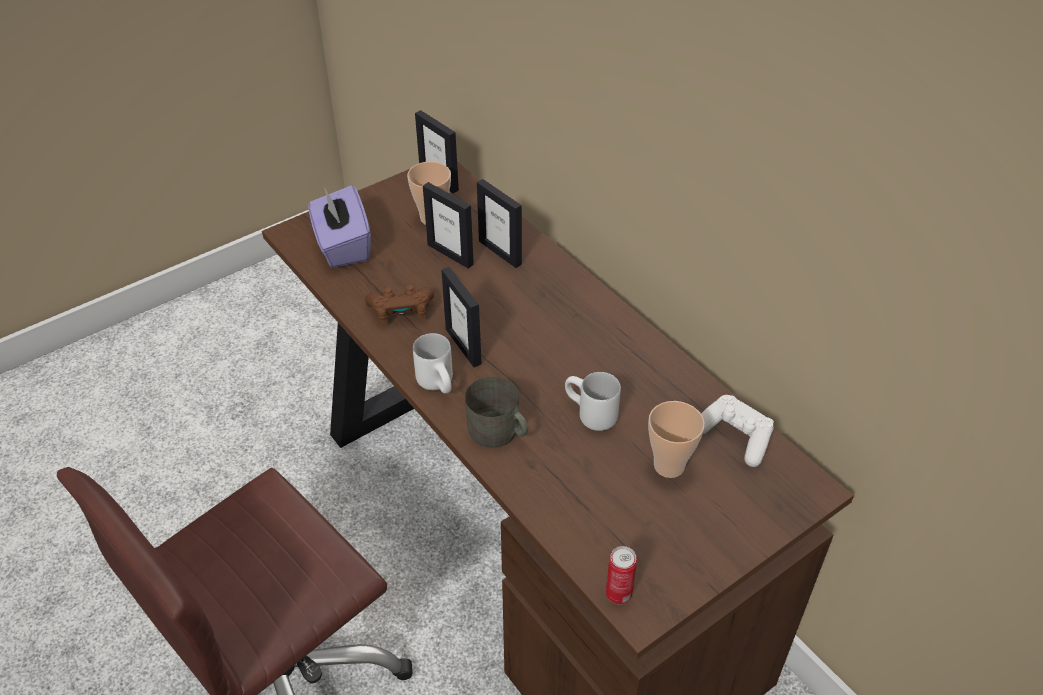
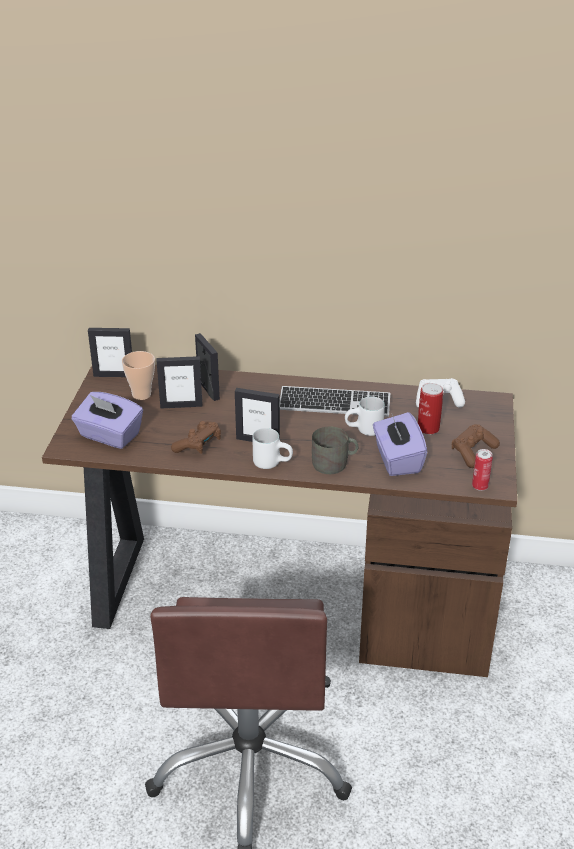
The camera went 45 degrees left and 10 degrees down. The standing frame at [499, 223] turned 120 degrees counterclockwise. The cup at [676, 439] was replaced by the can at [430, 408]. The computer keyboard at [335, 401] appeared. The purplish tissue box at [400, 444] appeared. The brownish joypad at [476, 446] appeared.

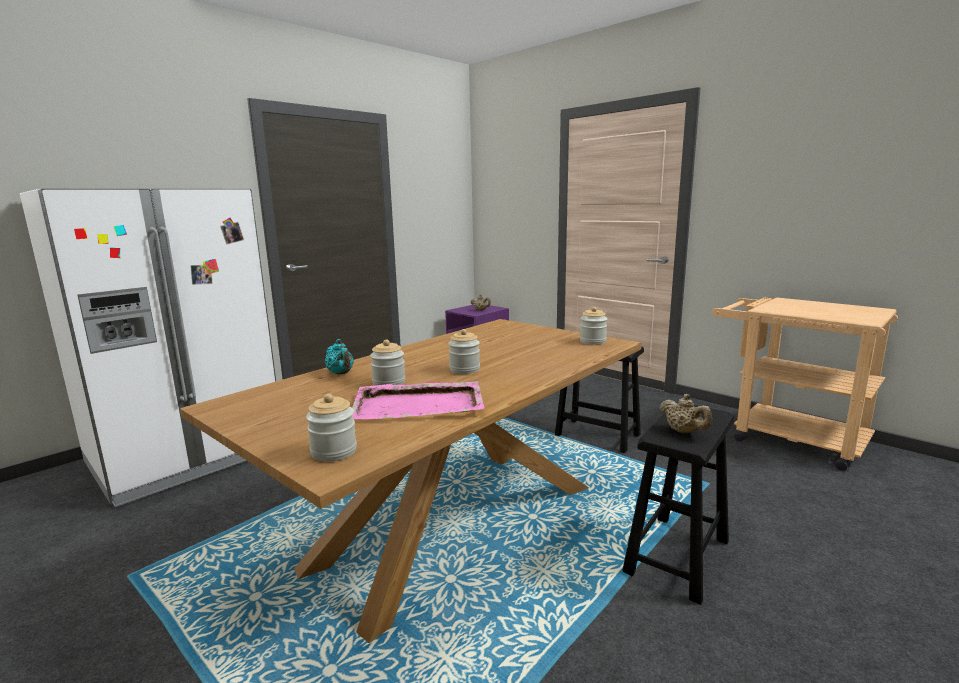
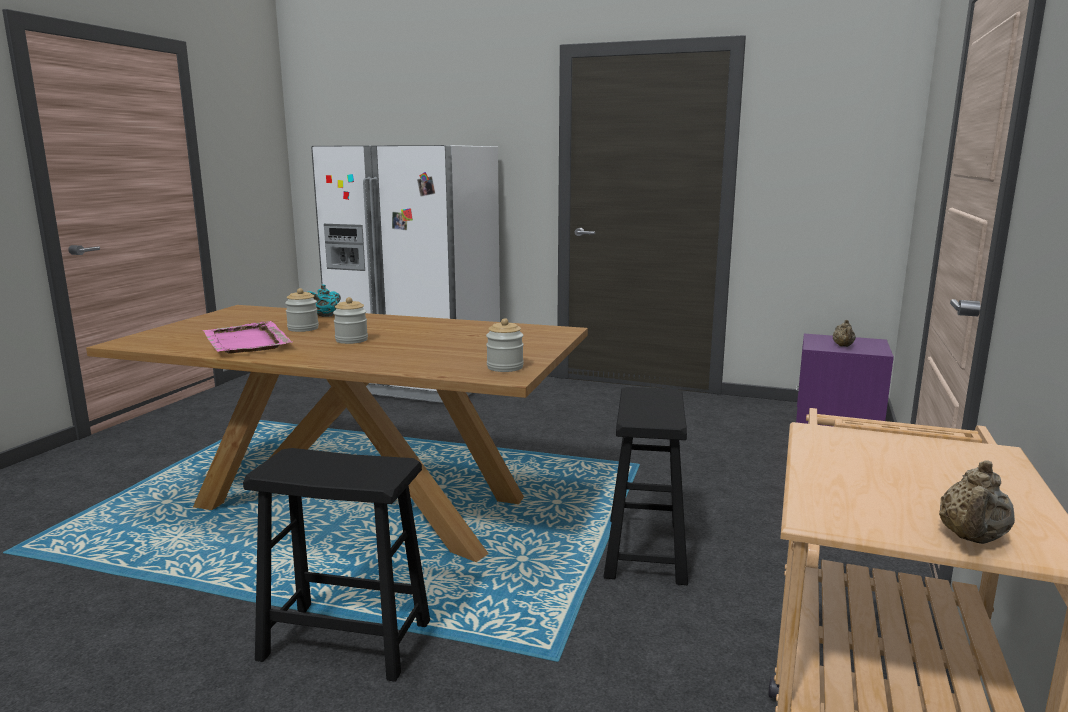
The camera went 65 degrees right and 0 degrees up. The preserve jar at [331, 428] disappeared. The beige-coloured tea pot moved from [686, 414] to [977, 502].

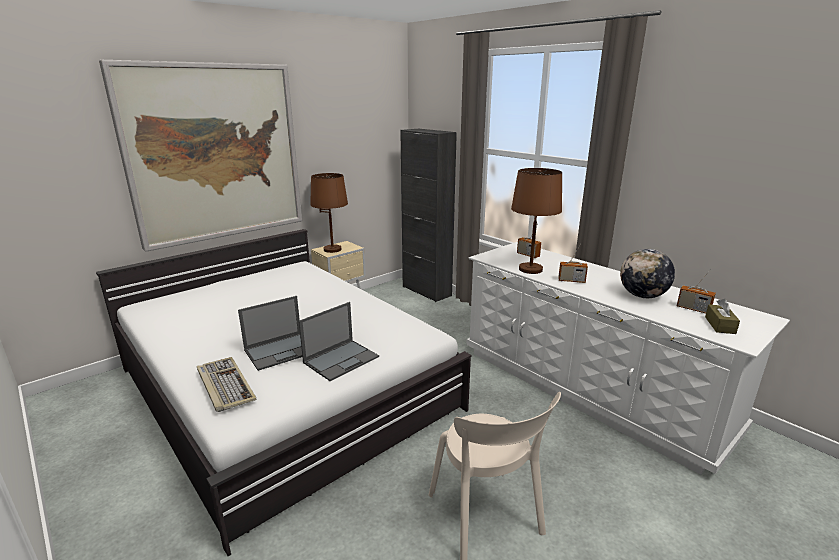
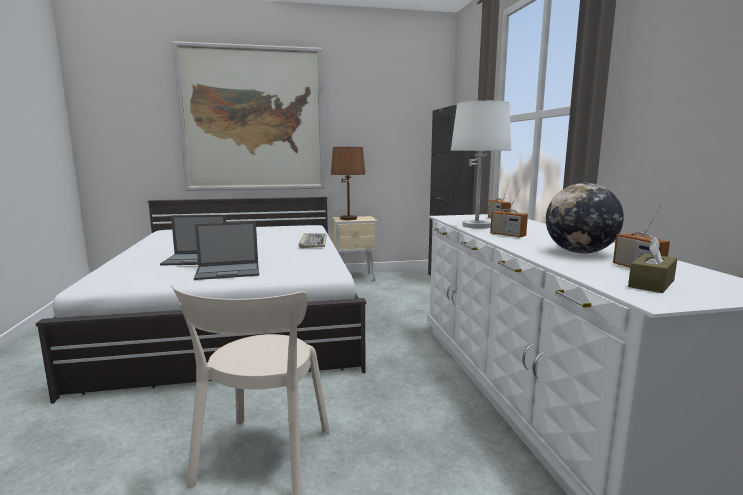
The camera went 30 degrees right and 10 degrees down. The brownish tabletop lamp at [536, 221] became the white-coloured tabletop lamp at [481, 165]. The computer keyboard moved from [227, 384] to [313, 240].

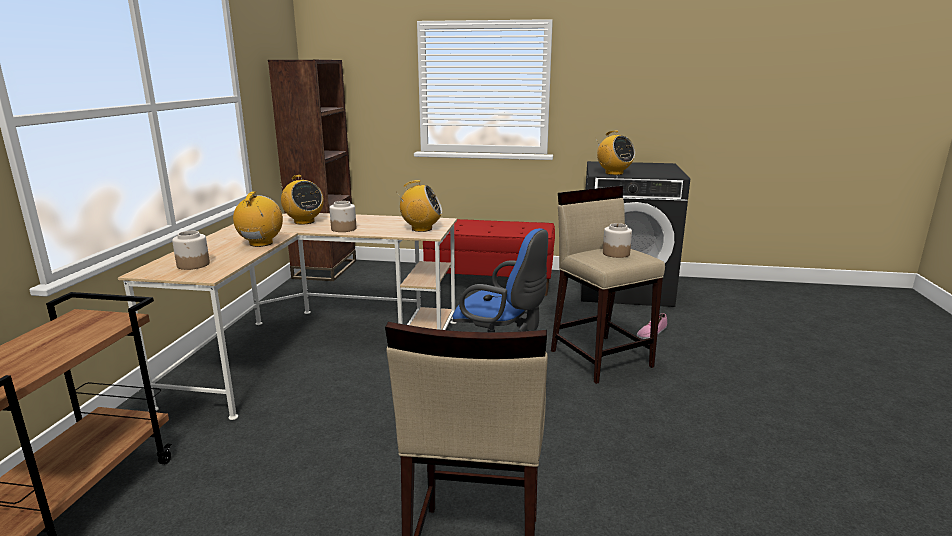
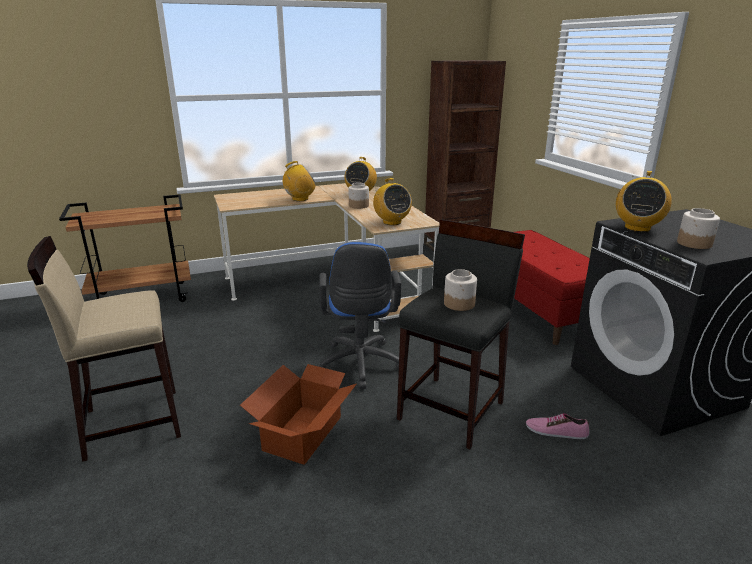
The camera went 60 degrees right and 5 degrees up. The beige-coloured stool seat at [608, 285] became the black-coloured stool seat at [461, 334]. The preserve jar moved from [191, 250] to [698, 228]. The carton at [298, 414] appeared.

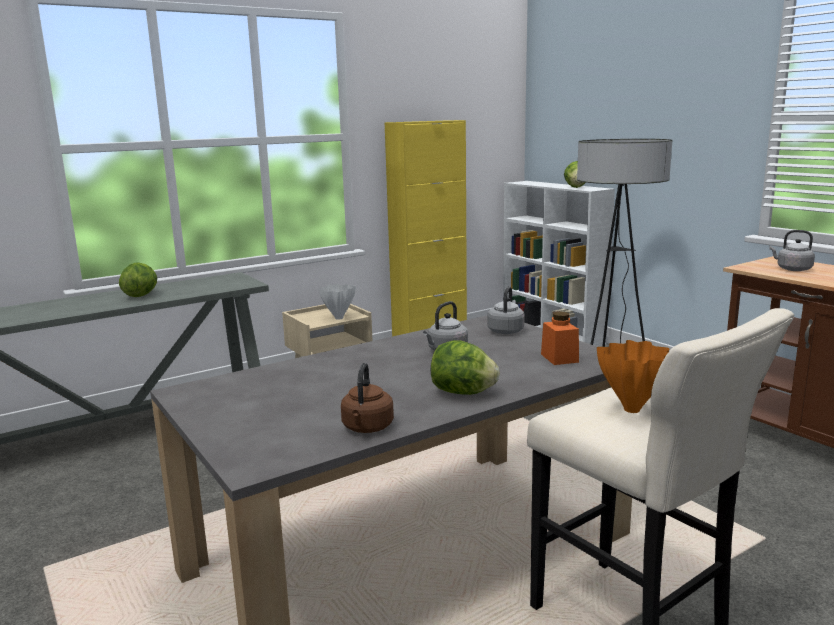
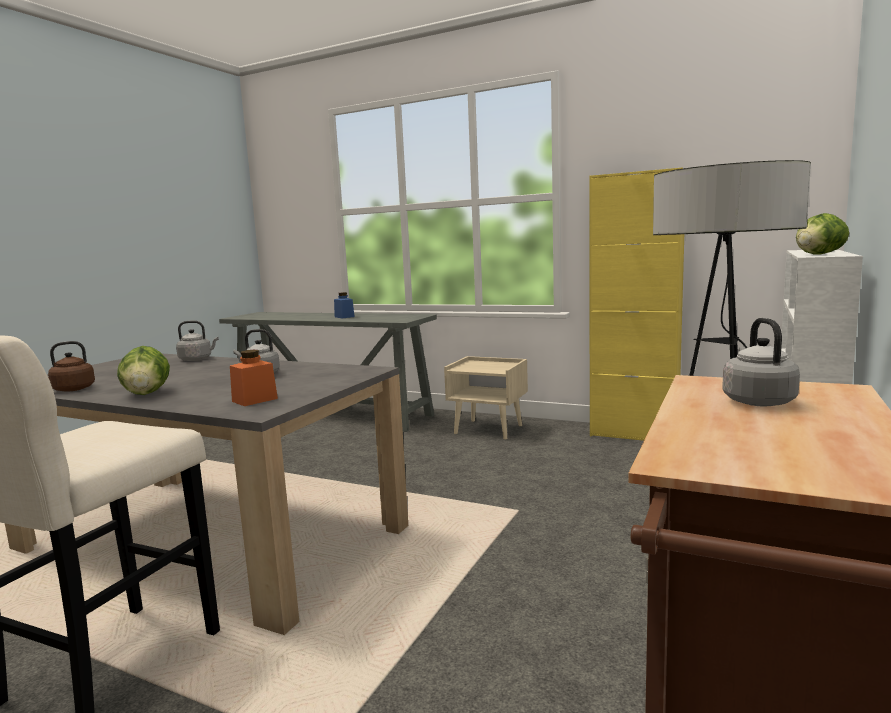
The camera went 60 degrees right and 5 degrees down. The head of lettuce at [138, 279] was replaced by the blue preserve jar at [344, 305]. The white-coloured decorative vase at [337, 302] disappeared. The gray tea kettle moved from [506, 310] to [197, 341]. The orange-coloured decorative vase at [633, 376] disappeared.

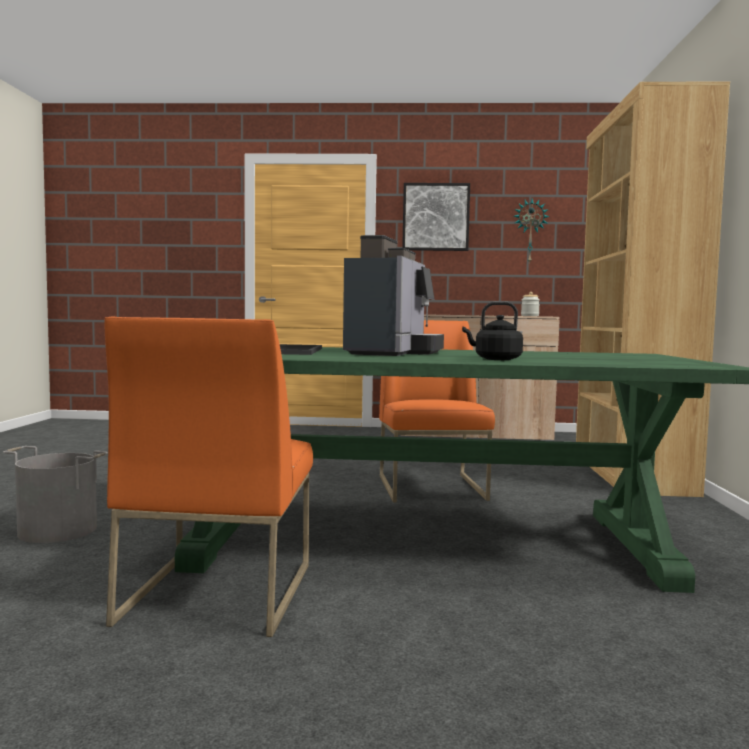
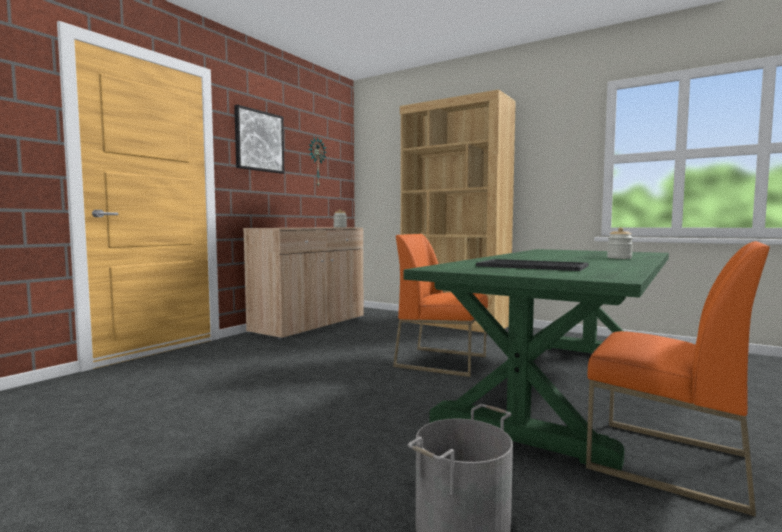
The camera went 60 degrees left and 0 degrees up. The coffee machine at [393, 295] disappeared. The black-coloured tea kettle at [492, 330] was replaced by the preserve jar at [620, 243].

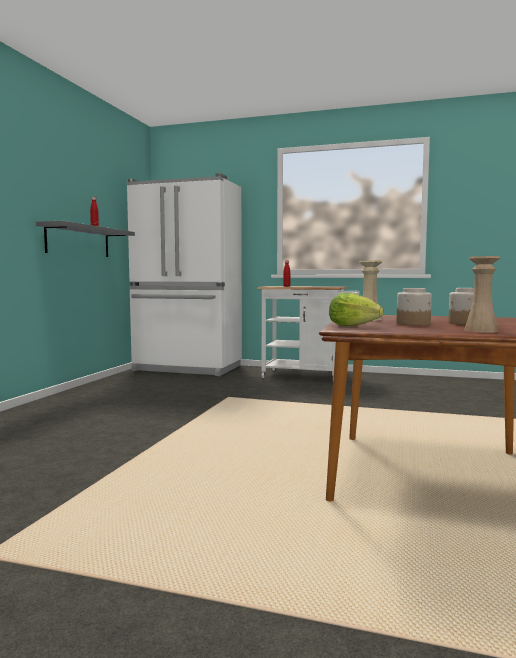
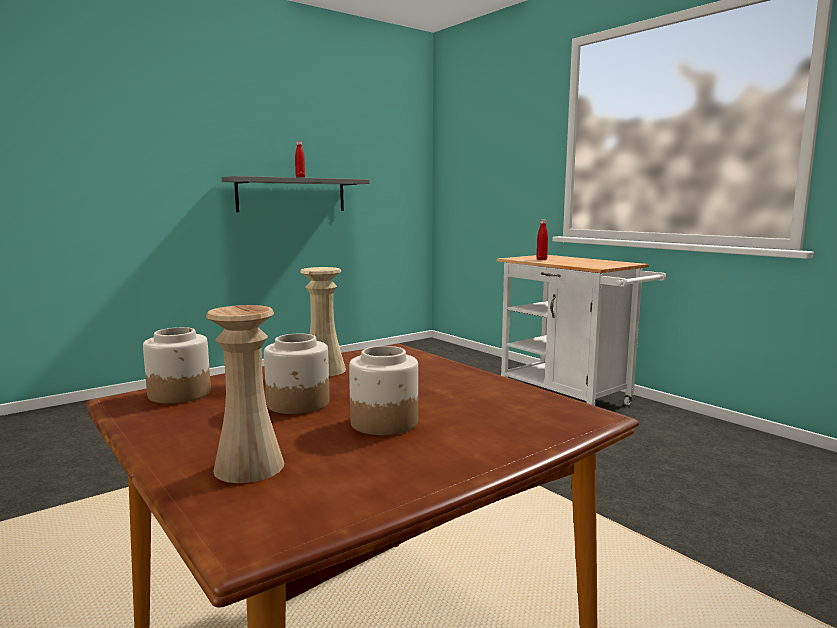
The camera went 35 degrees right and 5 degrees up. The white-coloured fridge at [184, 274] disappeared. The head of lettuce at [356, 309] was replaced by the preserve jar at [177, 365].

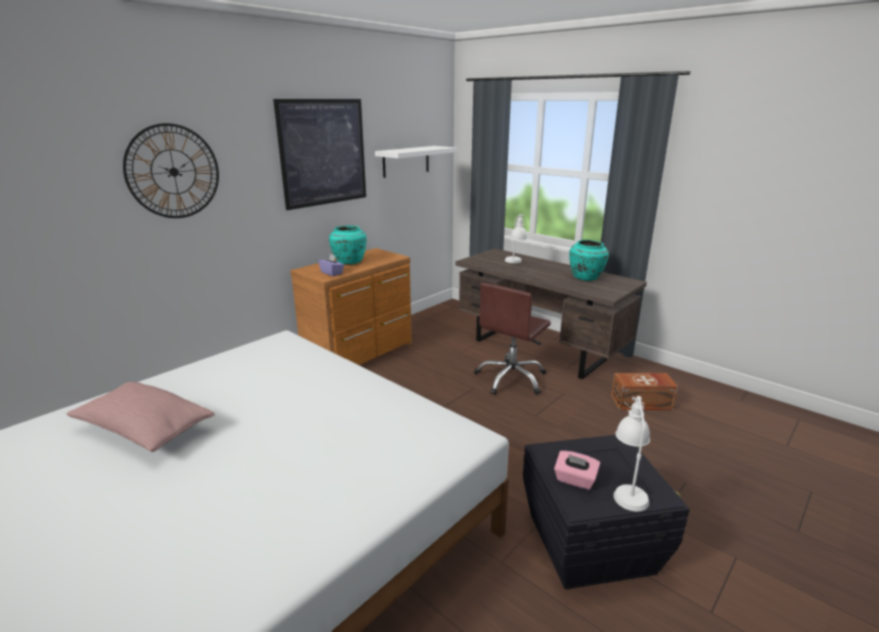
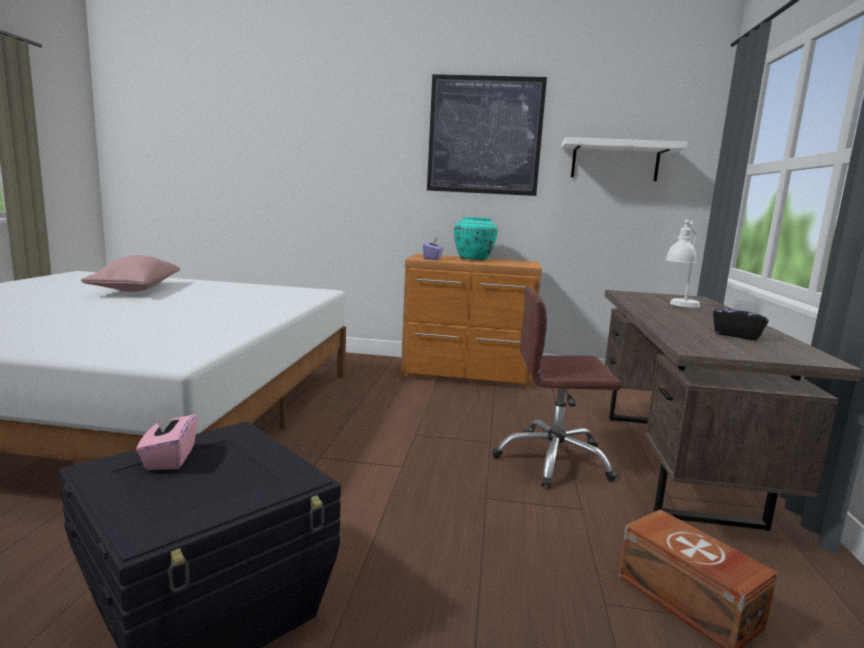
The camera went 55 degrees right and 10 degrees down. The wall clock at [171, 170] disappeared. The turquoise decorative vase at [589, 260] was replaced by the black-coloured tissue box at [741, 319]. The white-coloured tabletop lamp at [631, 453] disappeared.

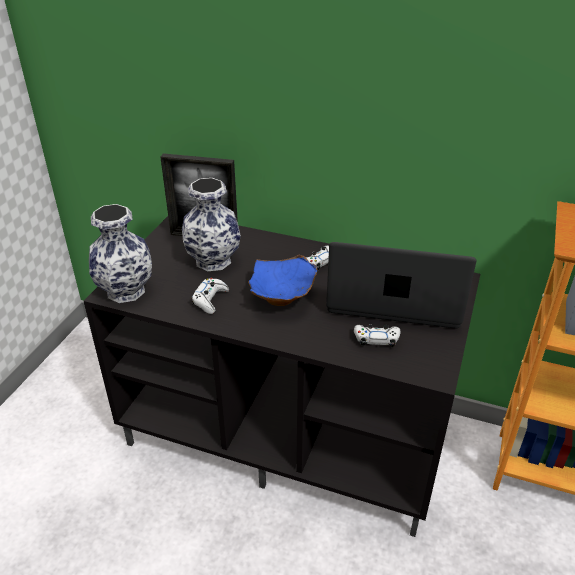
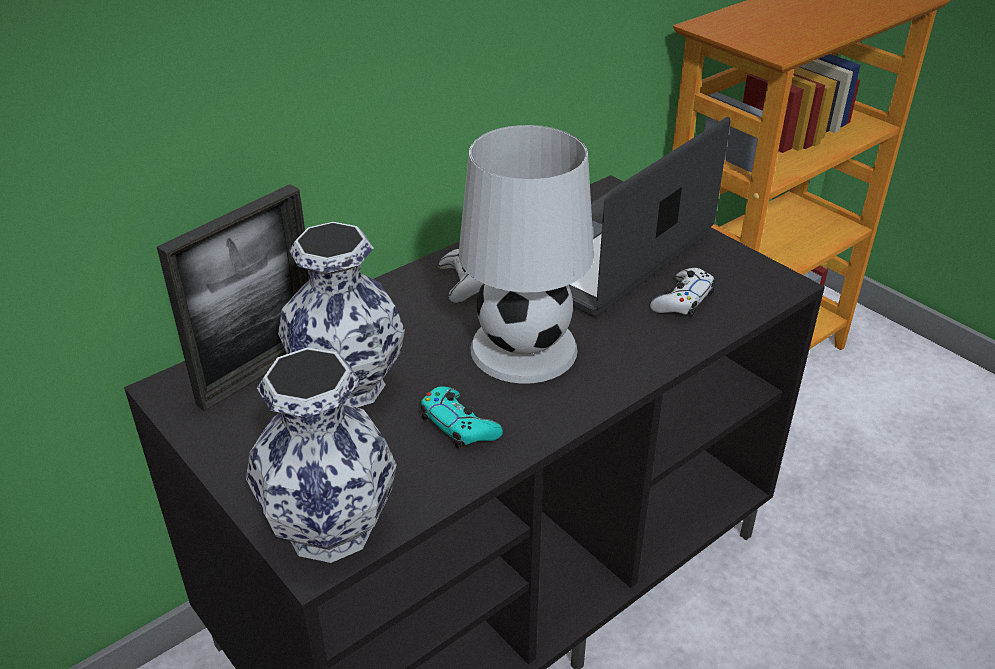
The camera went 60 degrees left and 0 degrees up. The blue bowl at [282, 280] was replaced by the white-coloured tabletop lamp at [526, 254]. The white-coloured joypad at [210, 296] became the turquoise joypad at [462, 417].

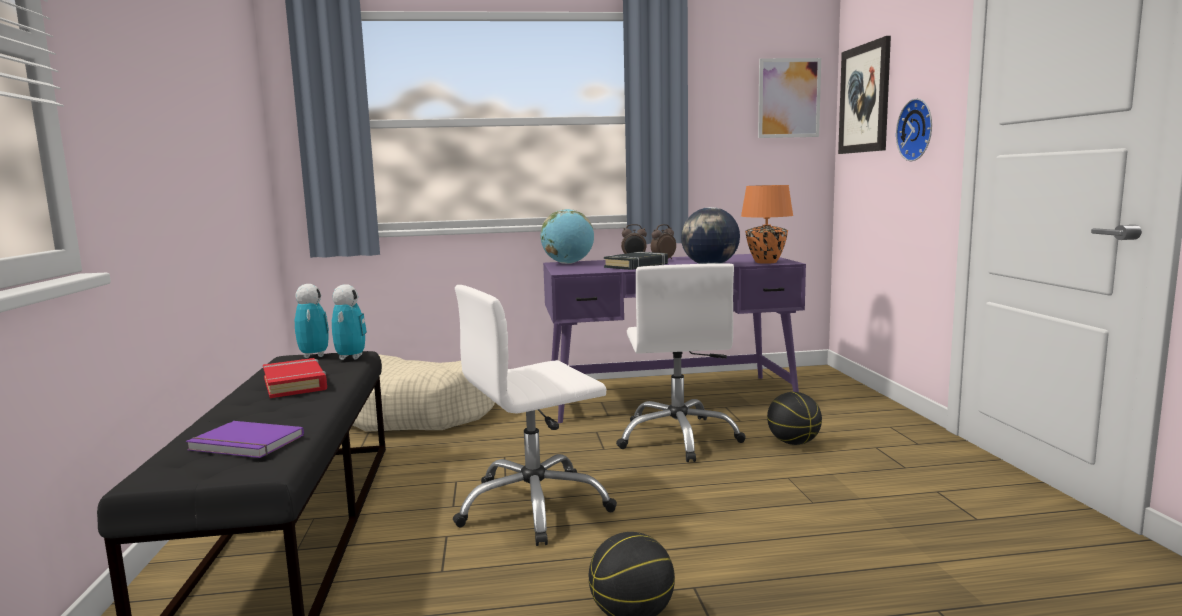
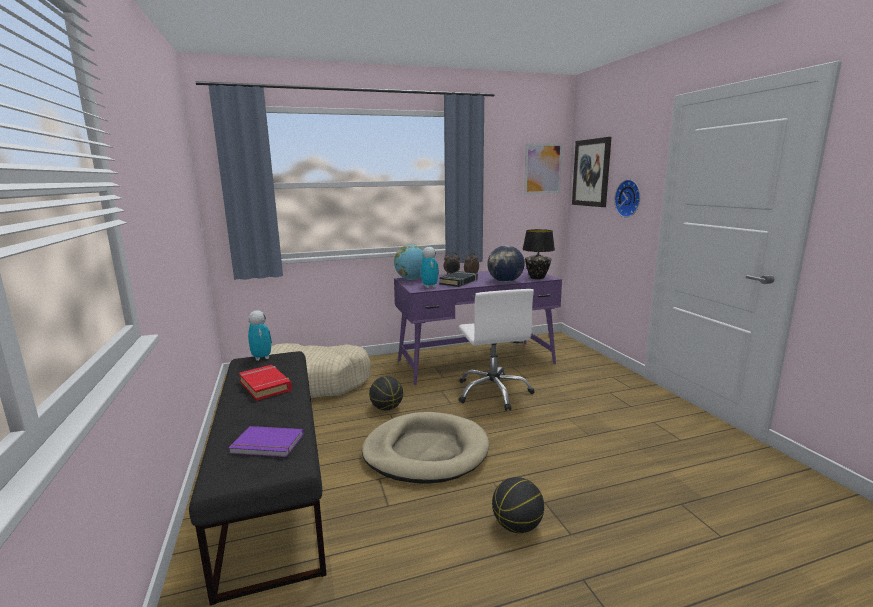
The camera went 10 degrees left and 5 degrees up. The orange-coloured tabletop lamp at [767, 224] became the black-coloured tabletop lamp at [538, 254]. The toy robot moved from [349, 322] to [430, 267]. The white-coloured desk chair at [535, 415] was replaced by the beige-coloured dog bed at [425, 448]. The basketball ball moved from [794, 418] to [386, 393].

